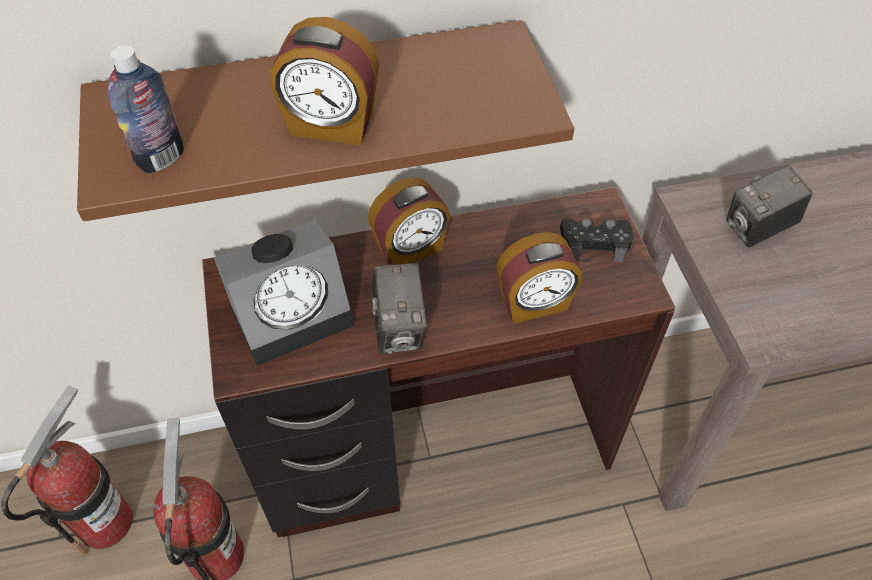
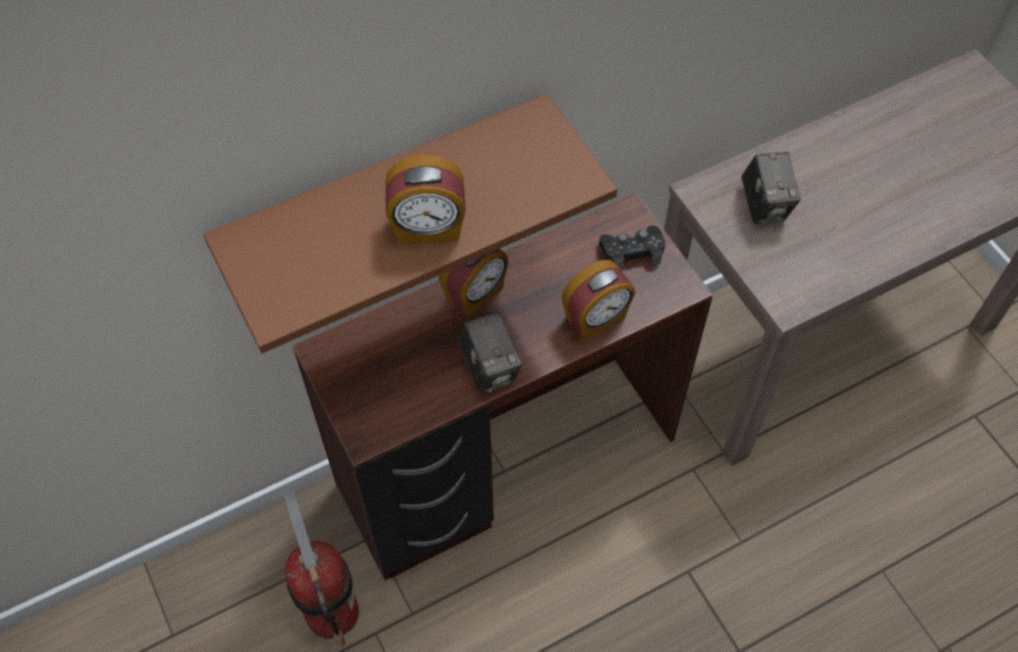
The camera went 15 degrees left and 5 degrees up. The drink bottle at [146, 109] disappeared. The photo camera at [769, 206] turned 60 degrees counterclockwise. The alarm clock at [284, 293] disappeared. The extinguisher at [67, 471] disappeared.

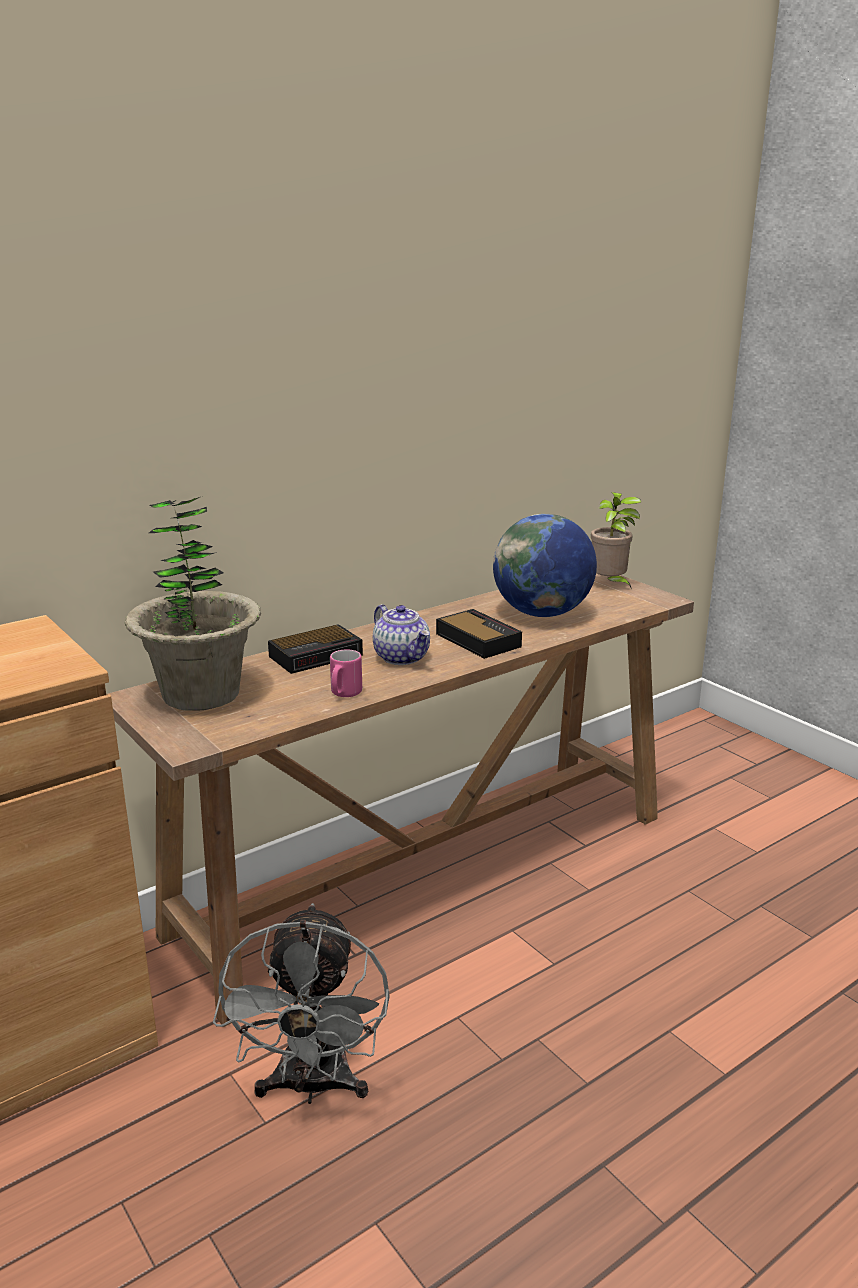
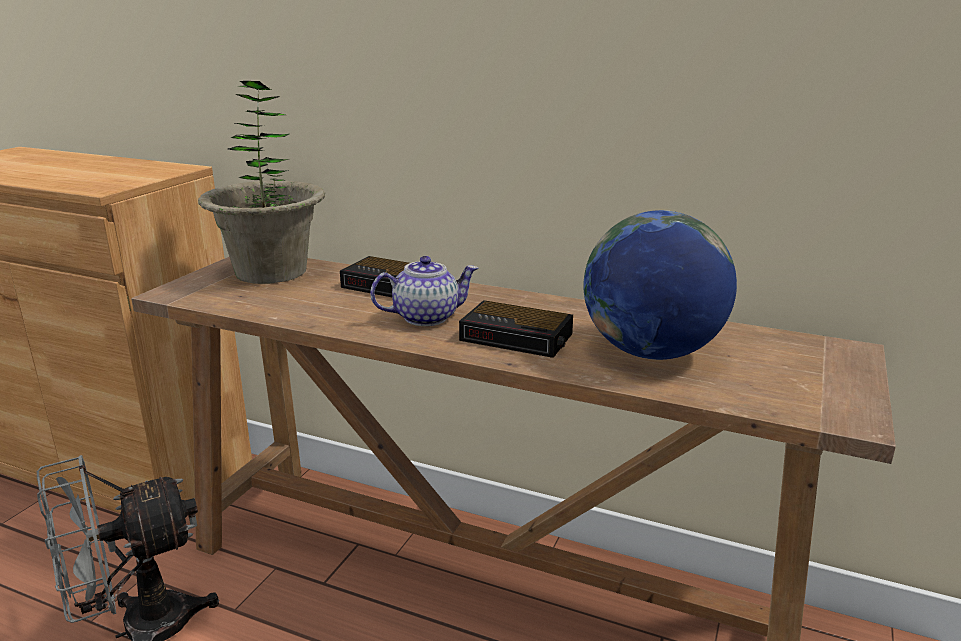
The camera went 60 degrees right and 0 degrees up. The potted plant at [616, 540] disappeared. The tea pot at [401, 634] turned 135 degrees counterclockwise. The alarm clock at [479, 634] turned 90 degrees clockwise. The pinkish coffee mug at [346, 673] disappeared.

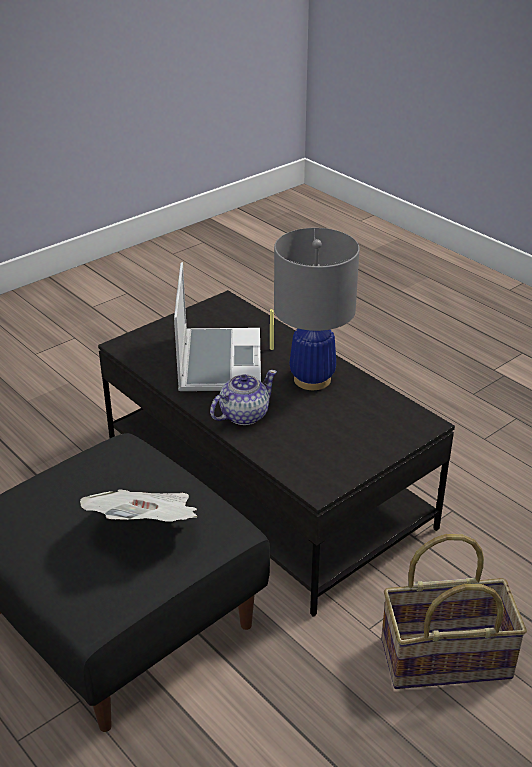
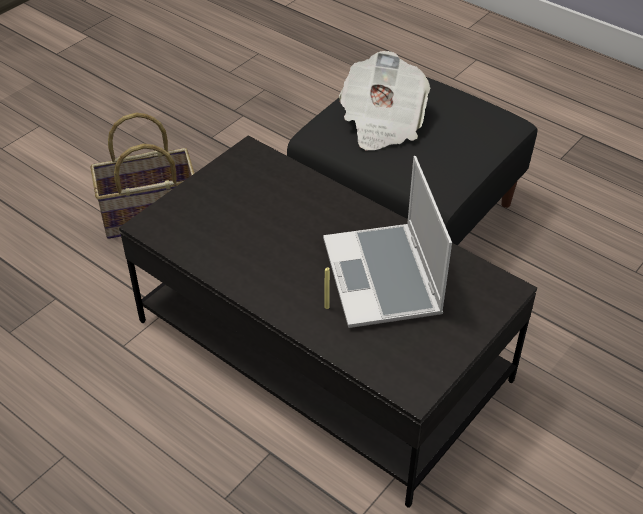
The camera went 170 degrees right and 10 degrees up. The gray tabletop lamp at [317, 309] disappeared. The tea pot at [243, 397] disappeared.

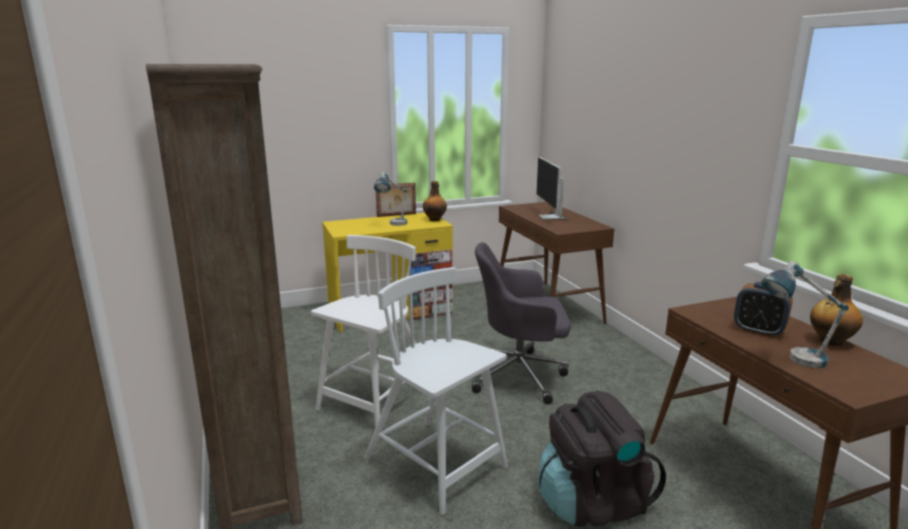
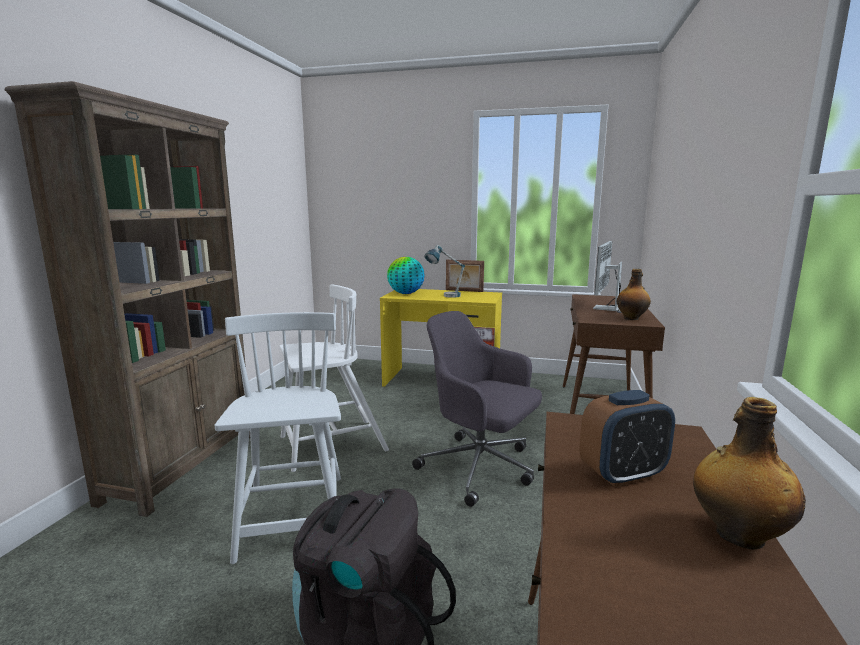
The camera went 35 degrees right and 5 degrees down. The drink bottle moved from [435, 201] to [634, 294]. The tabletop lamp at [805, 314] disappeared. The alarm clock at [763, 309] turned 90 degrees counterclockwise. The desk globe at [406, 275] appeared.

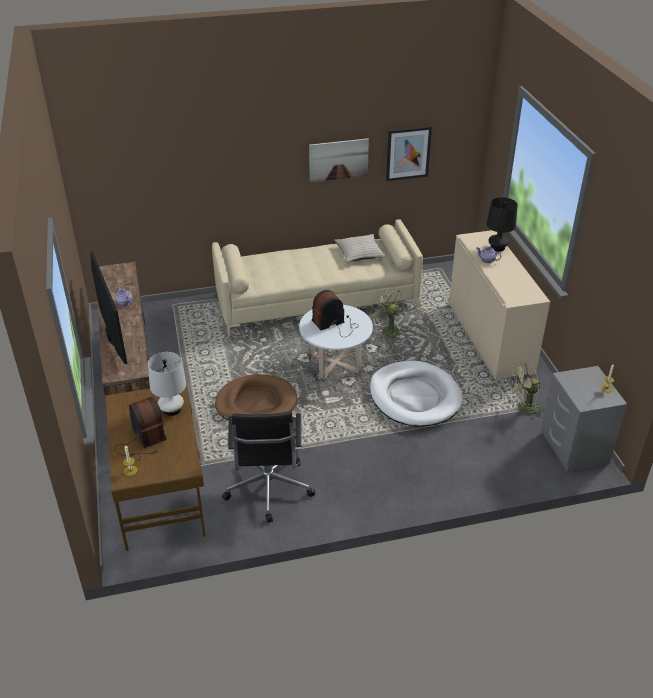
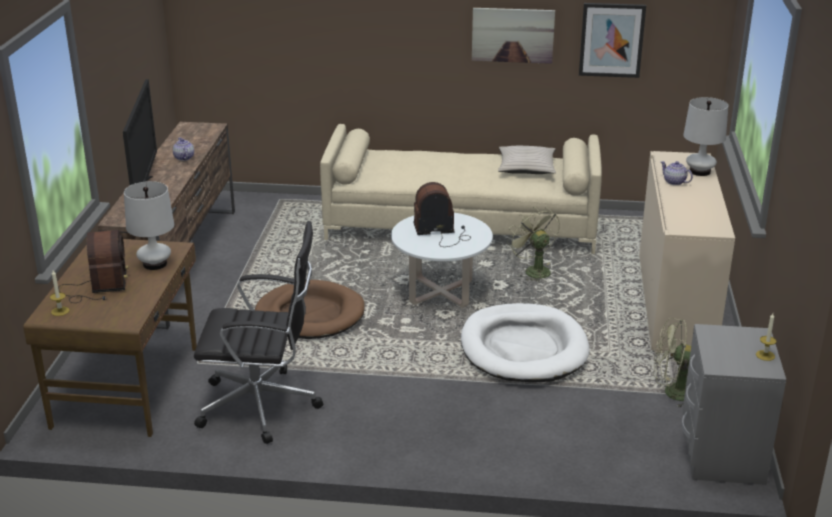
The camera went 20 degrees right and 10 degrees down. The black-coloured tabletop lamp at [502, 224] became the white-coloured tabletop lamp at [705, 136]. The black-coloured desk chair at [268, 467] turned 105 degrees counterclockwise.

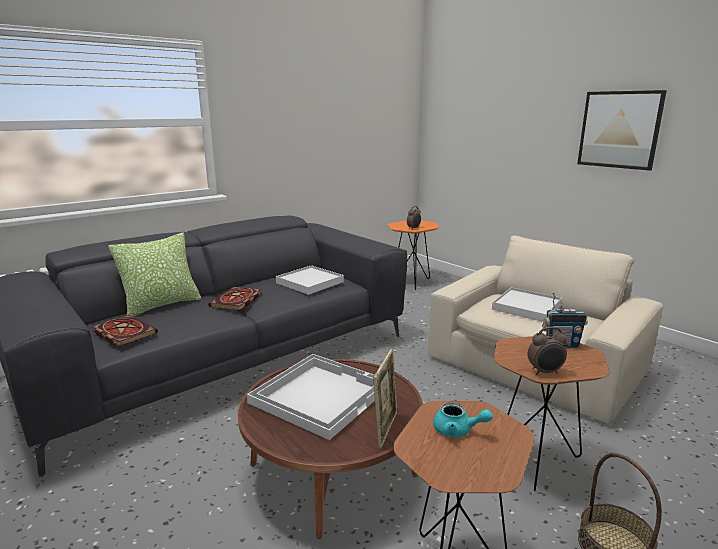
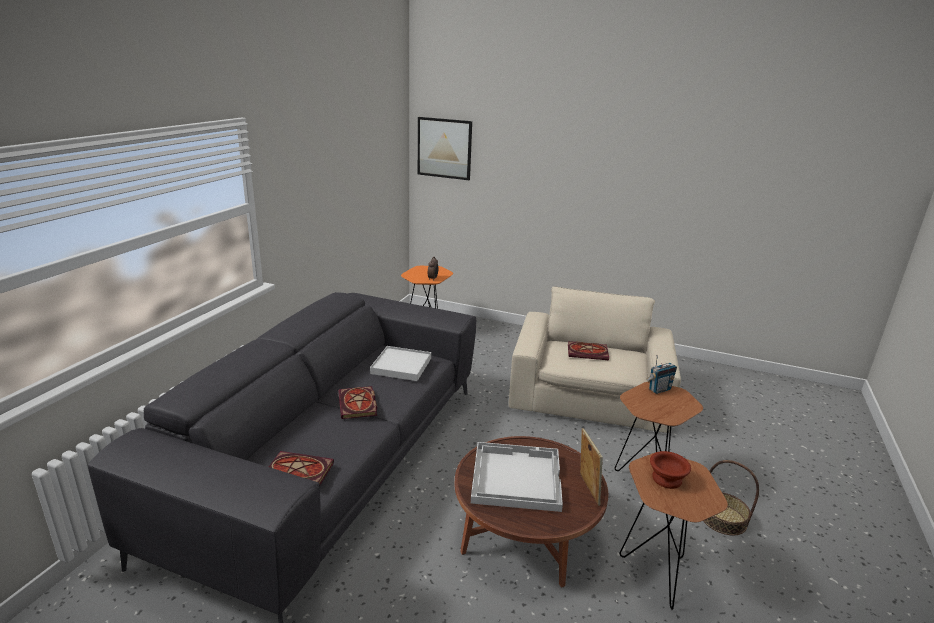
The camera went 30 degrees left and 5 degrees up. The picture moved from [622, 130] to [445, 148]. The throw pillow at [154, 274] disappeared. The white-coloured serving tray at [527, 304] was replaced by the book at [588, 350]. The alarm clock at [547, 351] disappeared. The turquoise tea pot at [463, 419] was replaced by the brownish bowl at [670, 470].

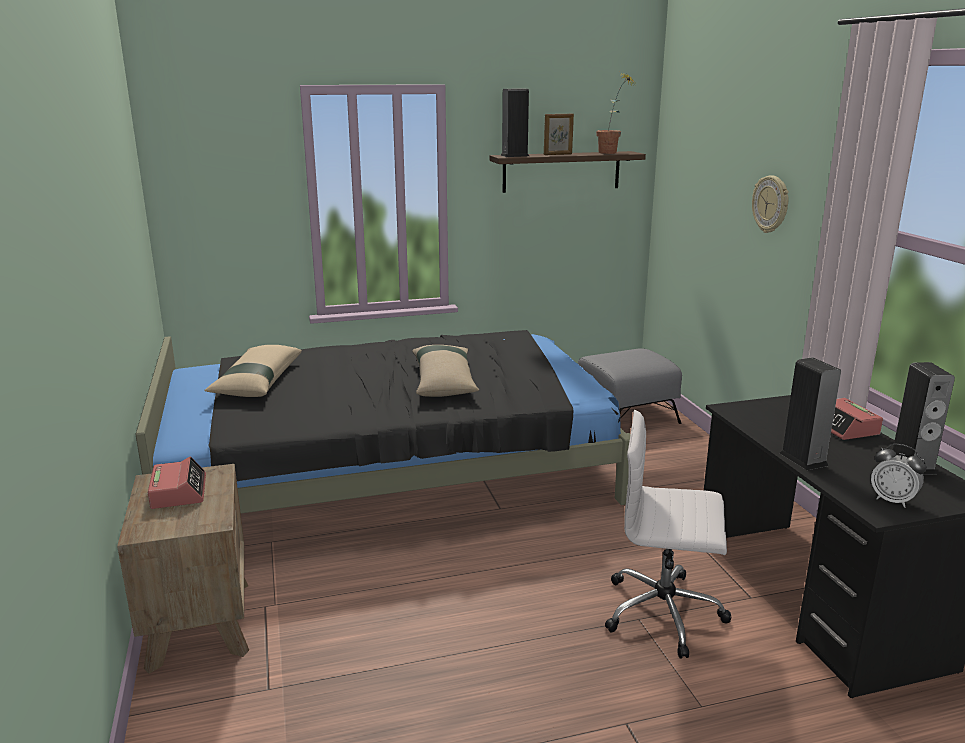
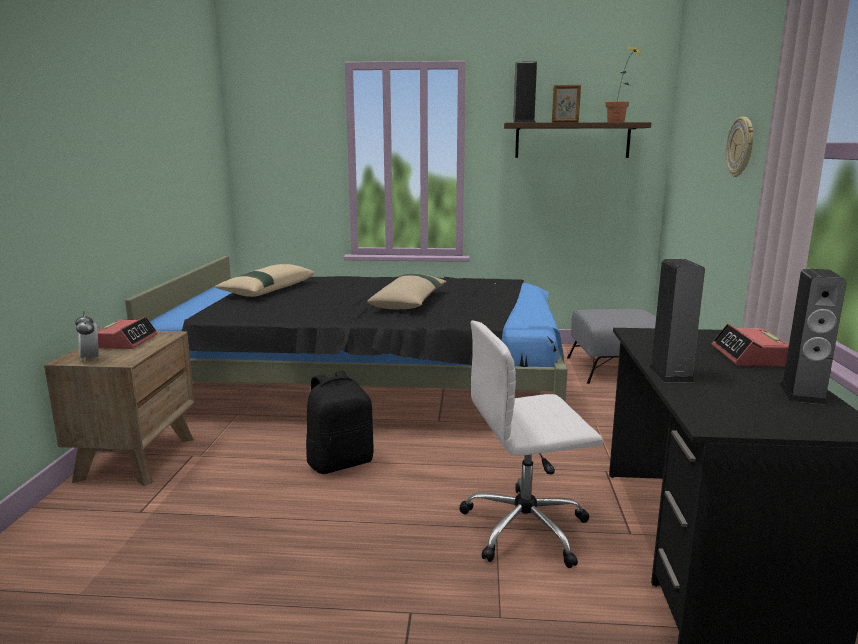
The camera went 20 degrees right and 5 degrees down. The white-coloured desk chair at [668, 534] turned 45 degrees counterclockwise. The alarm clock moved from [898, 476] to [87, 337]. The black-coloured rucksack at [340, 422] appeared.

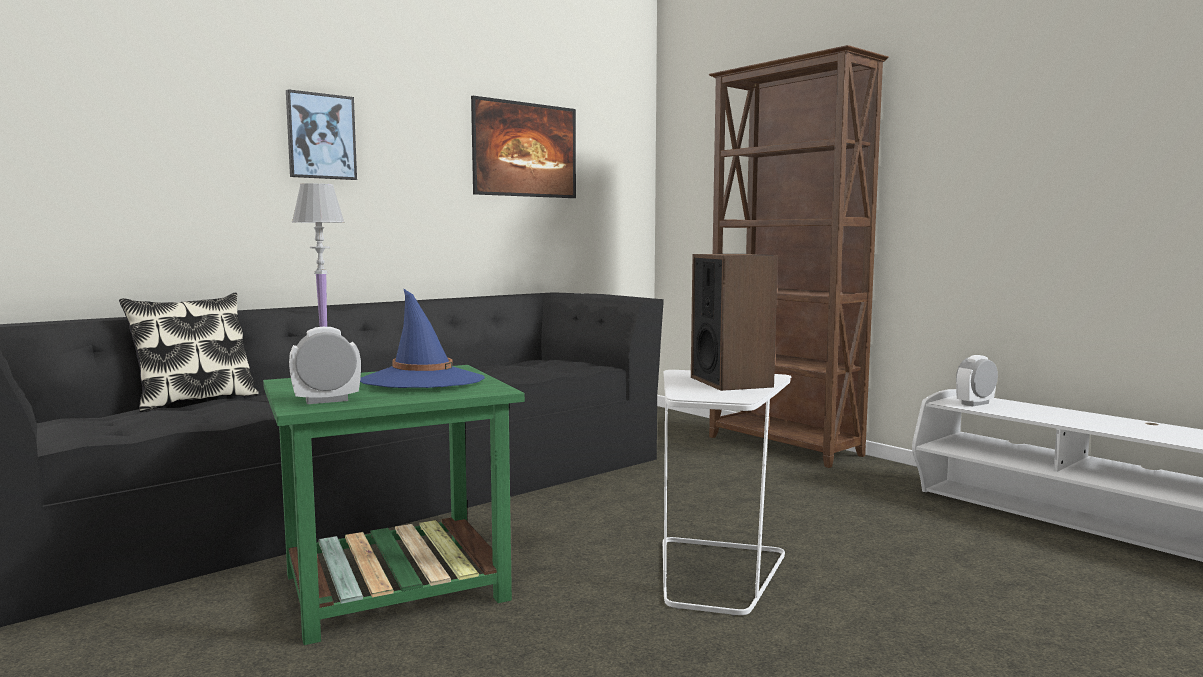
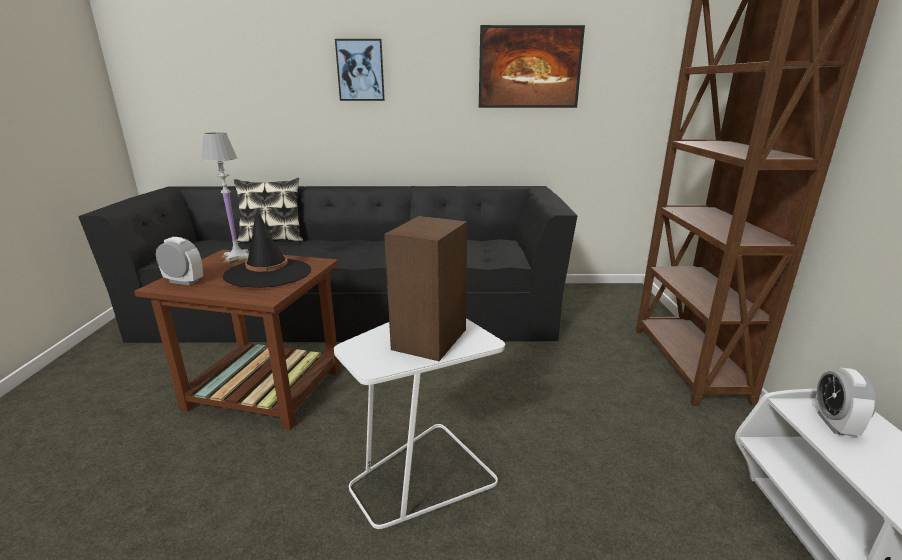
The camera went 40 degrees right and 15 degrees up. The blue hat at [422, 338] became the black-coloured hat at [267, 248]. The alarm clock at [977, 380] turned 90 degrees counterclockwise. The green side table at [394, 505] became the brownish side table at [237, 340].

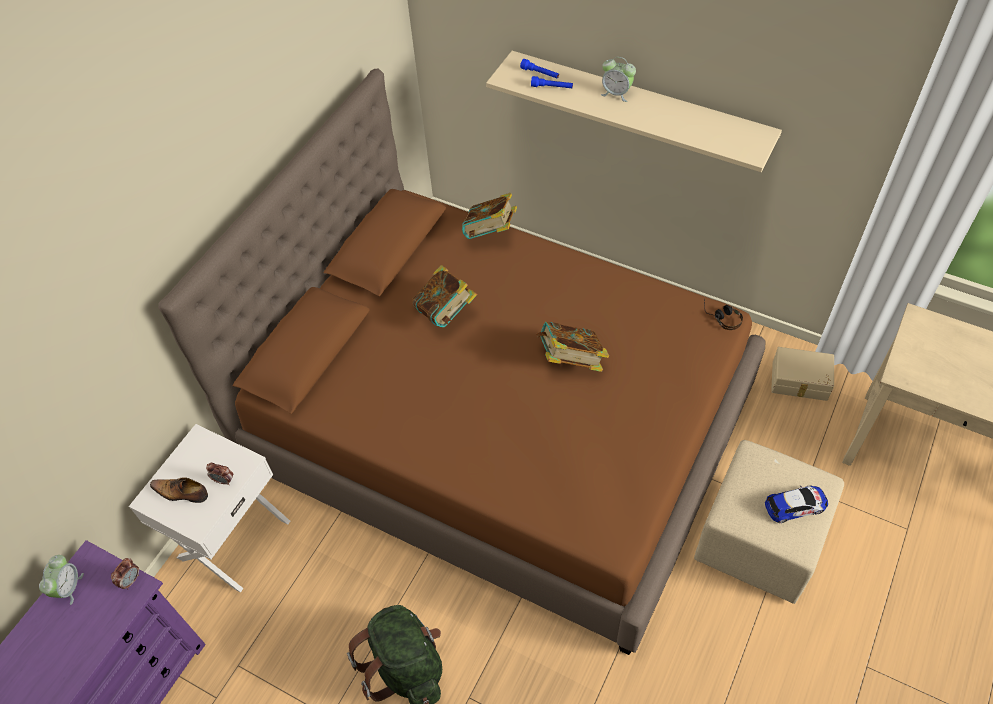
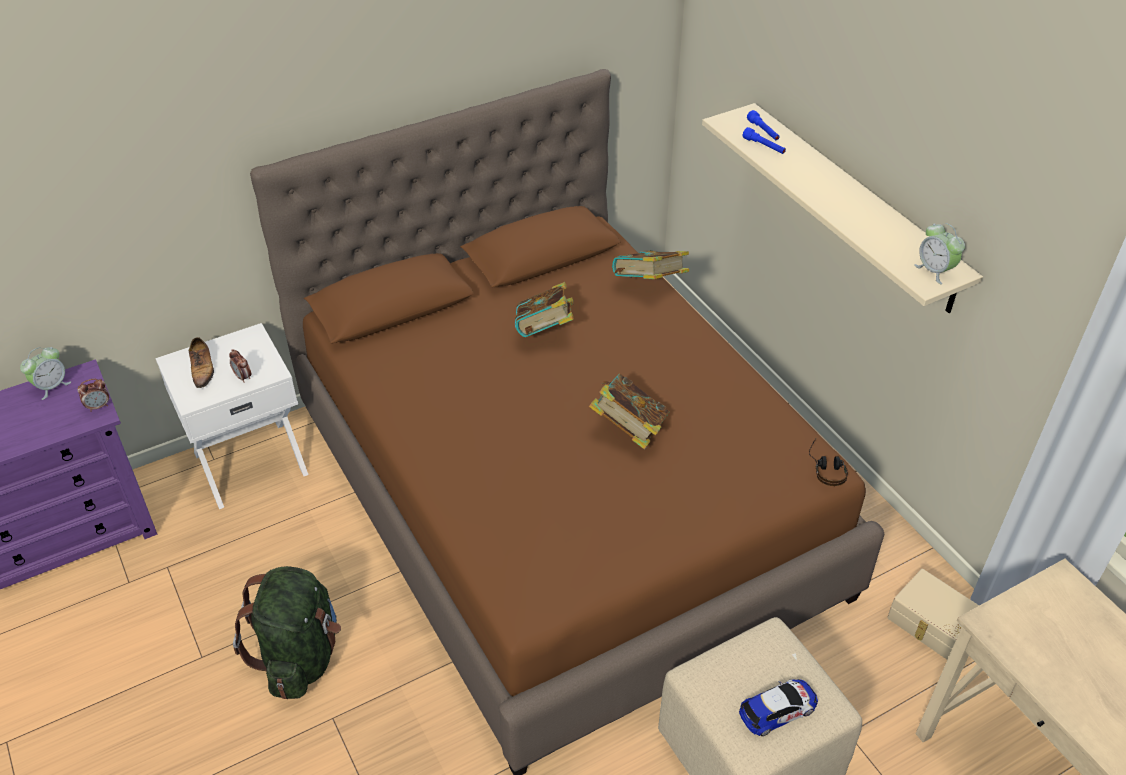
The camera went 30 degrees right and 10 degrees down. The alarm clock moved from [618, 79] to [939, 254]. The item of footwear at [179, 490] turned 150 degrees counterclockwise. The toy car at [796, 504] turned 45 degrees counterclockwise.

